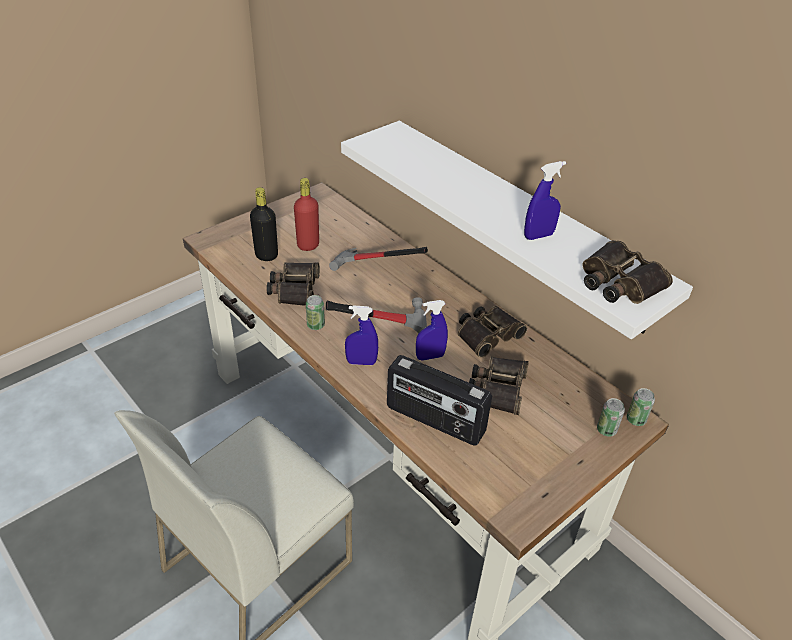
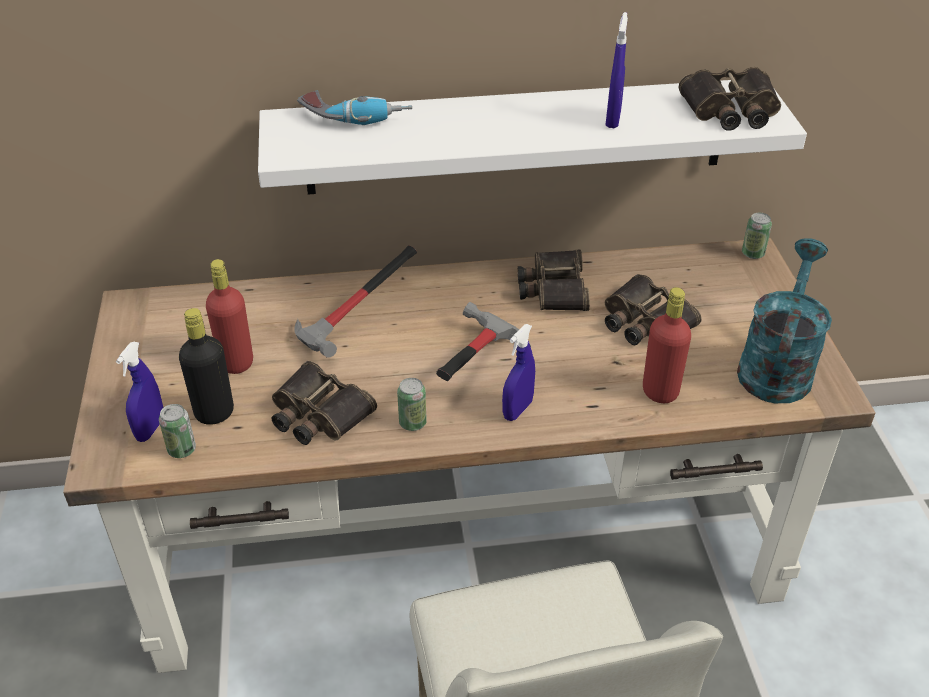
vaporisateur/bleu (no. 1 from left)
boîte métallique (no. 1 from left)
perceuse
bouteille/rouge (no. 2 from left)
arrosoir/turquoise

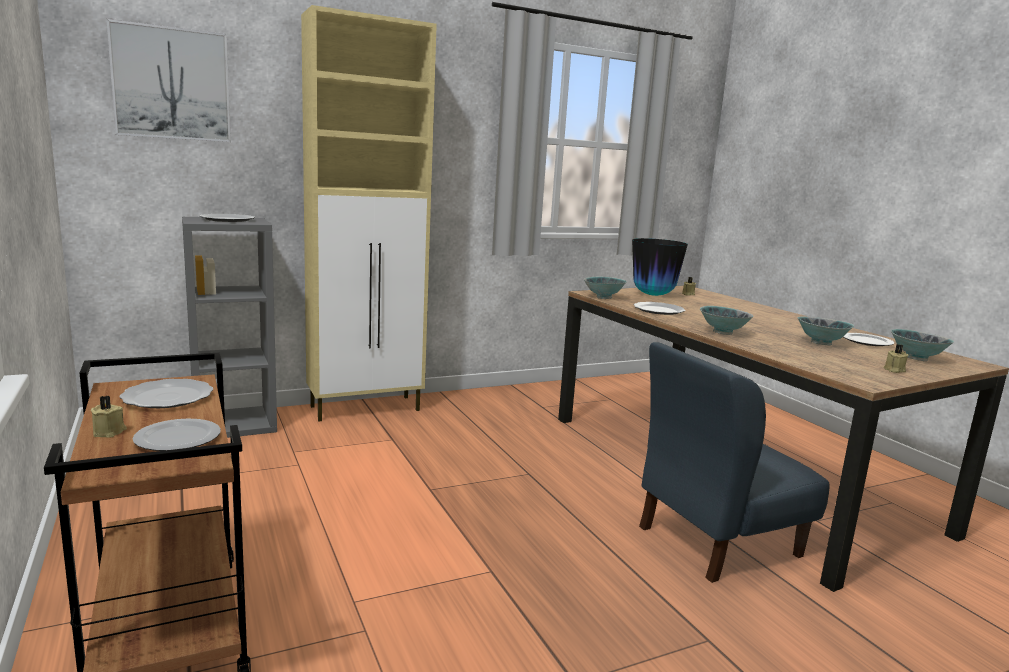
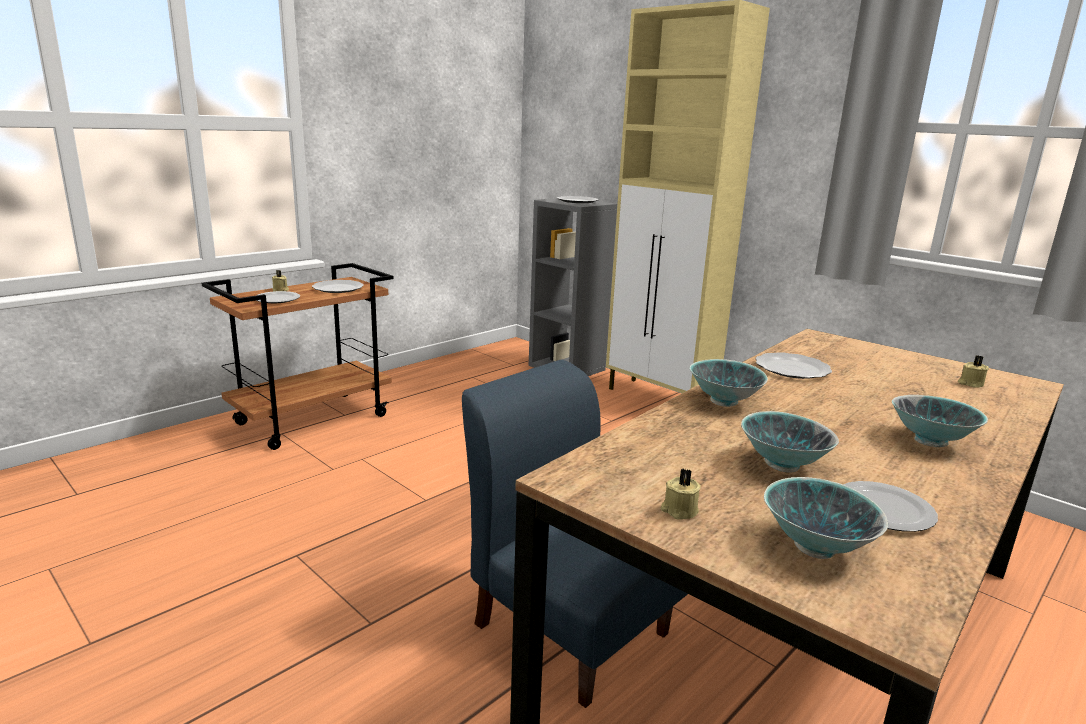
bol (no. 4 from left)
tableau
vase

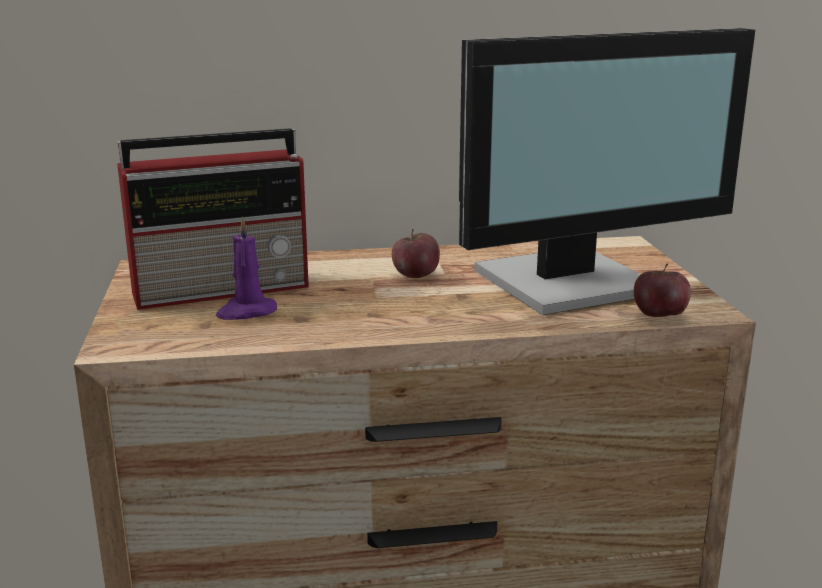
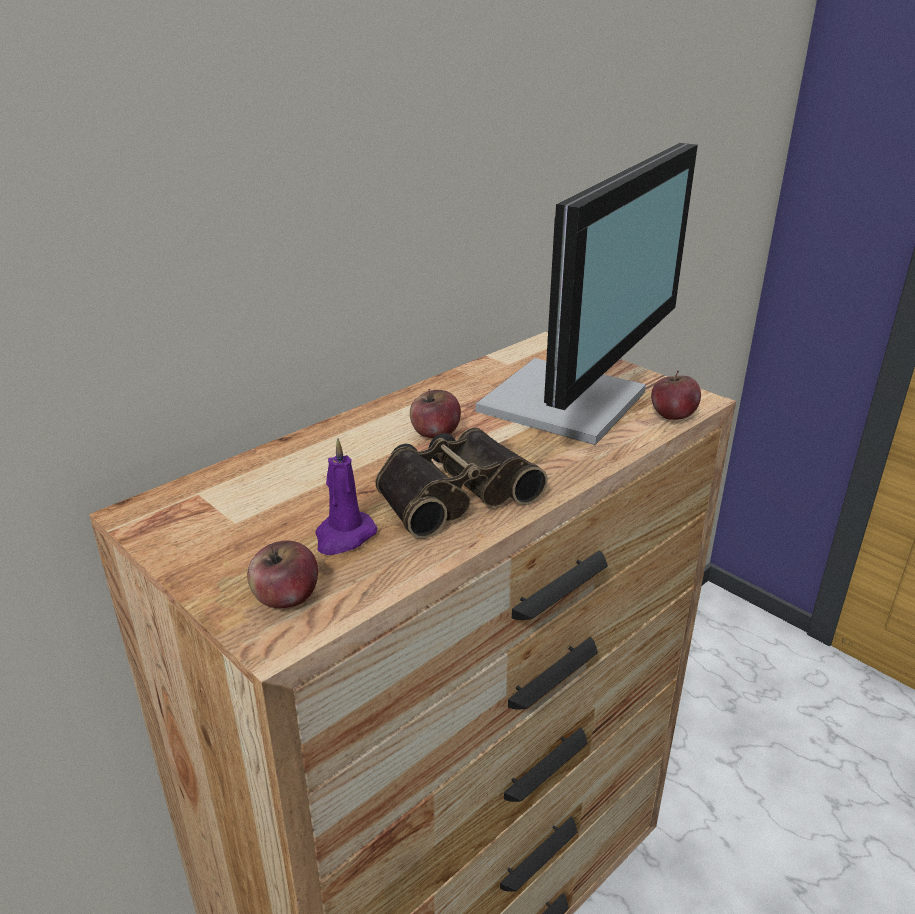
pomme (no. 1 from left)
jumelles
radio

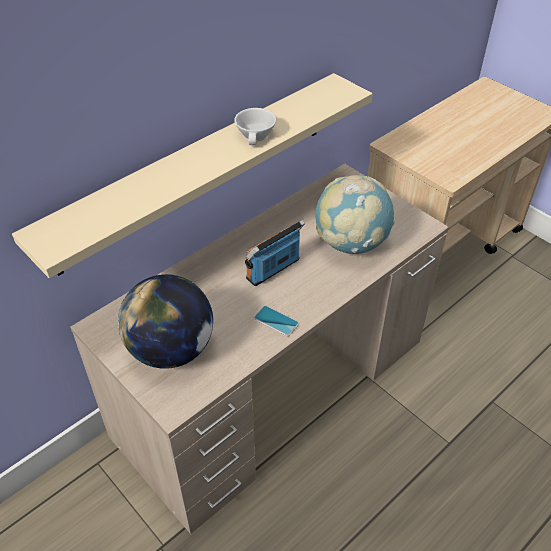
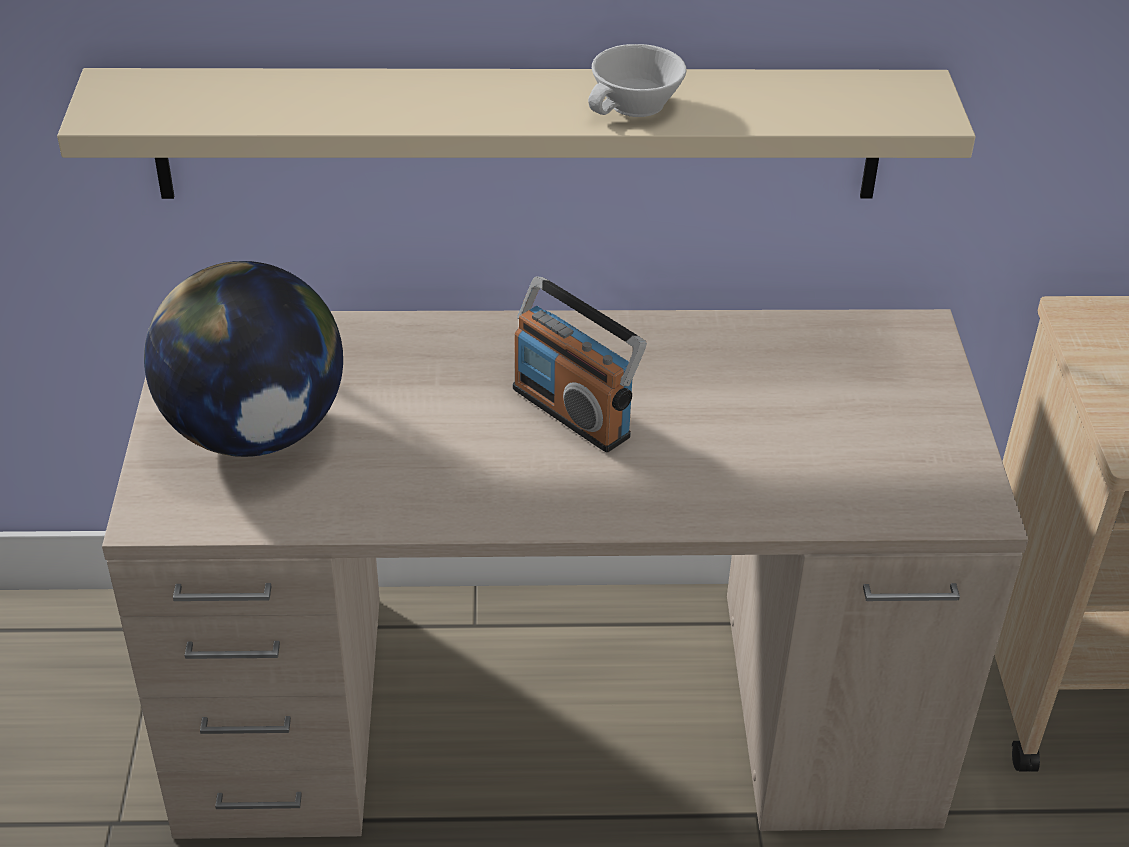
radio
téléphone
globe (no. 2 from left in the first image)

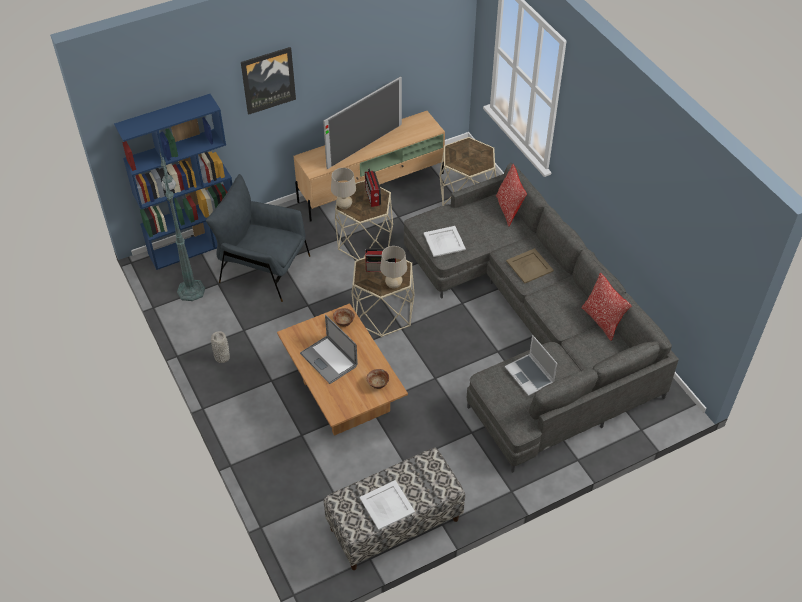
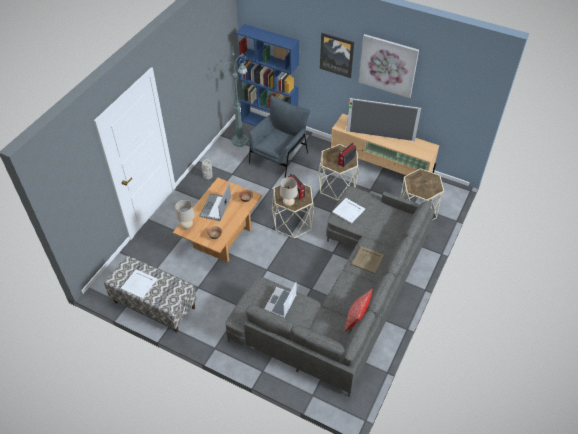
lampe de table/beige (no. 1 from left)
fauteuil/gris
tableau (no. 2 from left)
coussin (no. 1 from left in the first image)

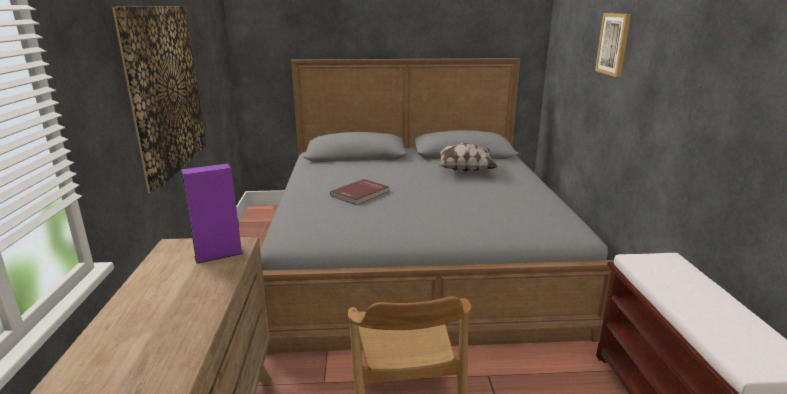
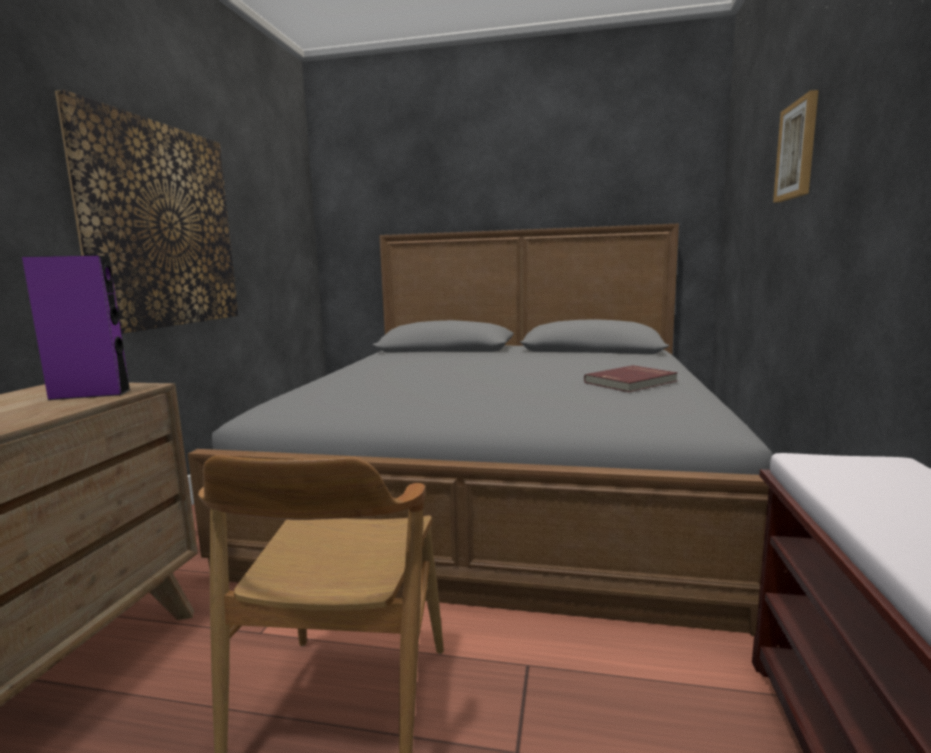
livre/rouge
coussin

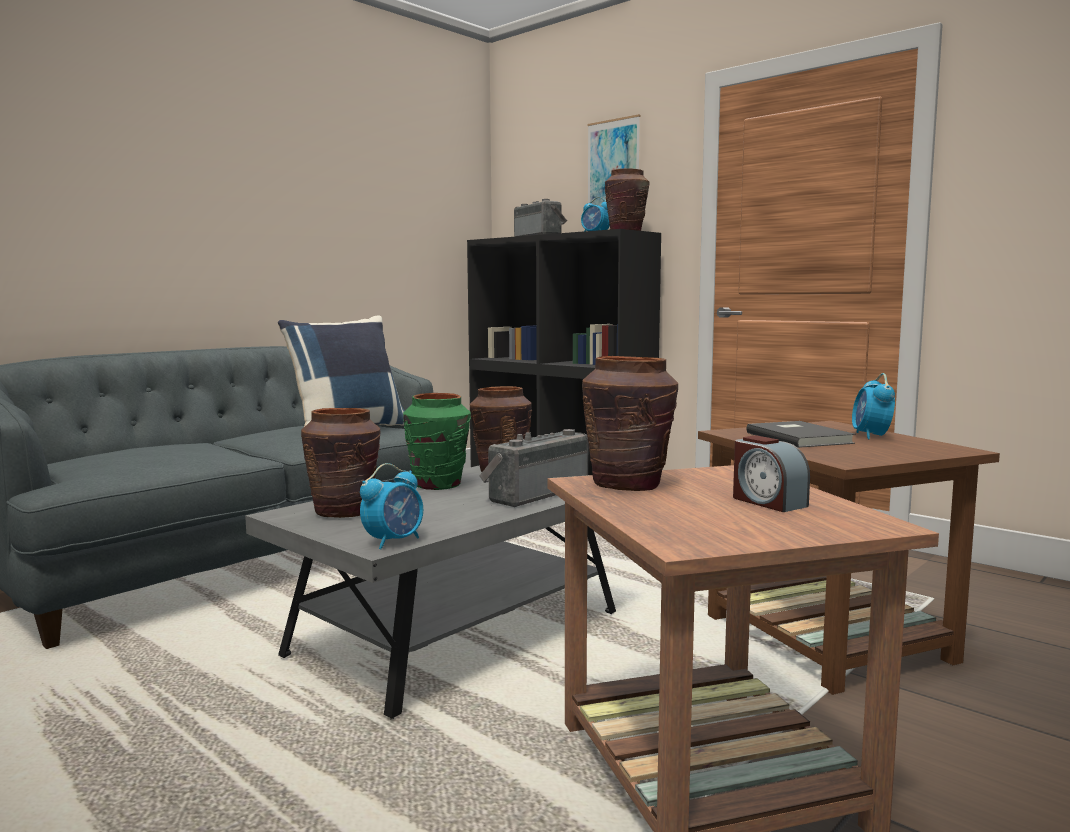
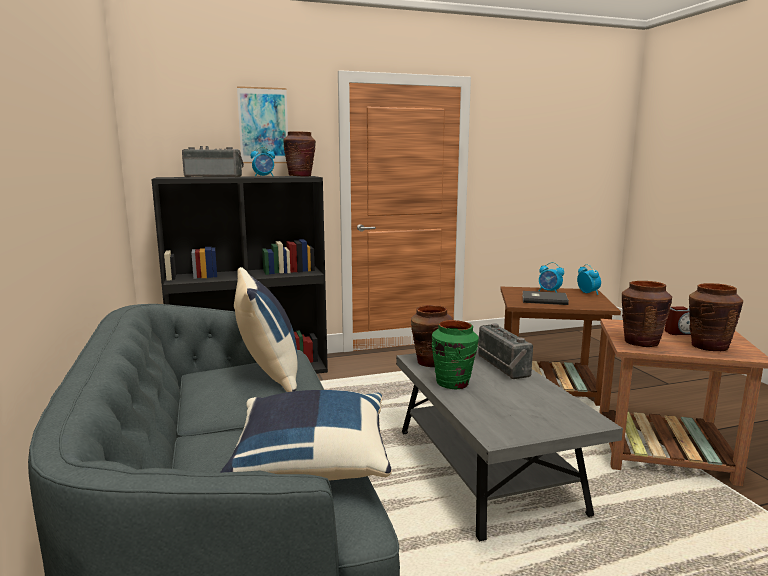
coussin/bleu (no. 2 from left)
réveil (no. 3 from left)
vase/marron (no. 4 from left)

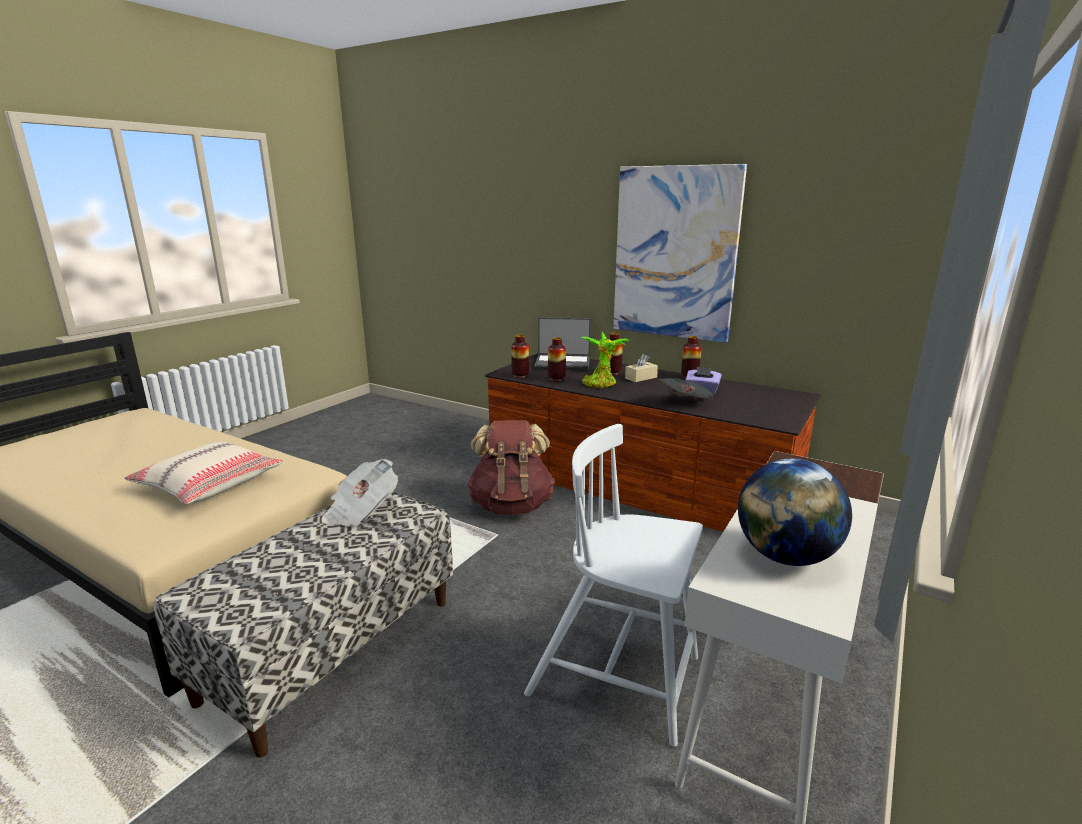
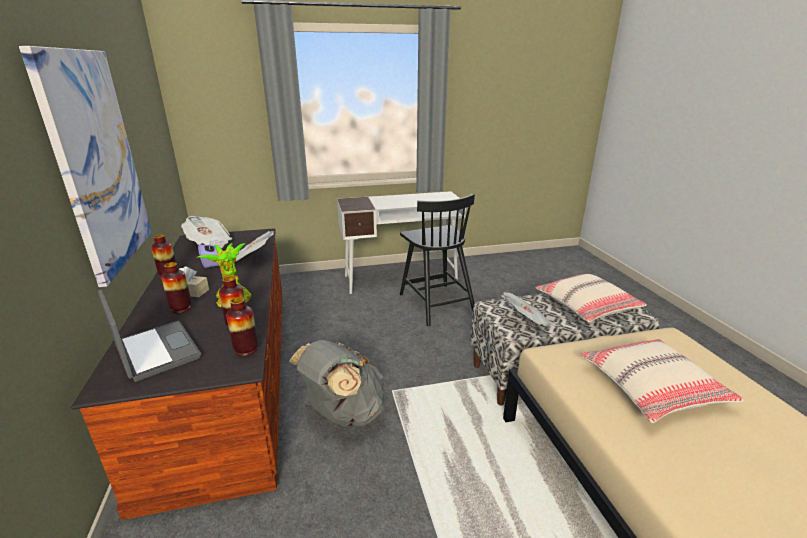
journal (no. 1 from left)
sac à dos/gris
chaise/noir
coussin/beige (no. 1 from left)
globe

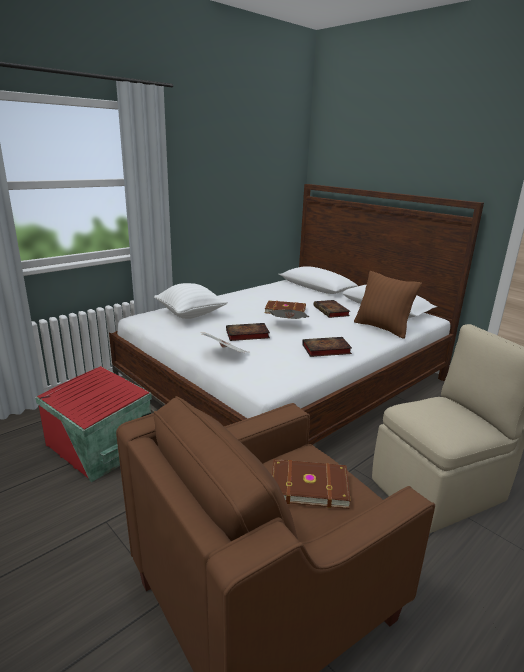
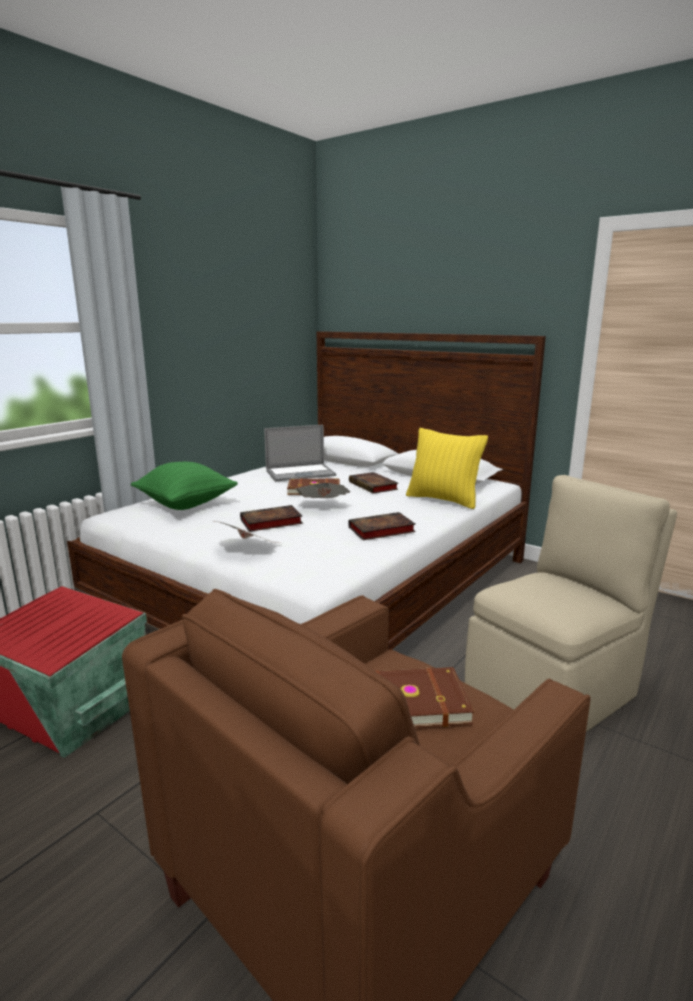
coussin/vert
ordinateur portable
coussin/jaune

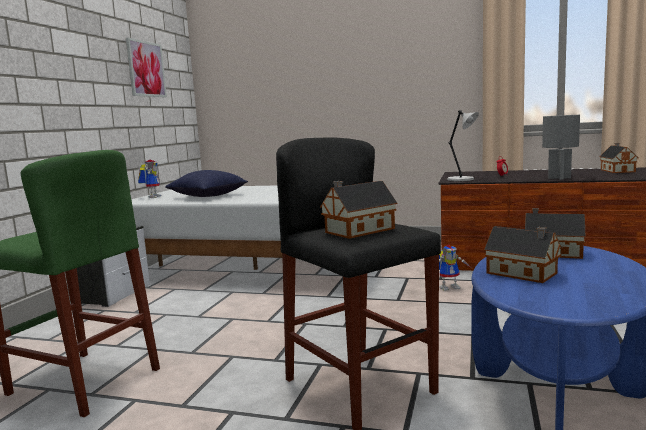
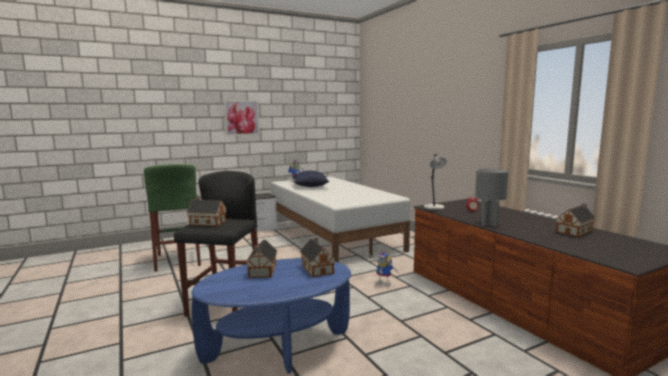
tableau

